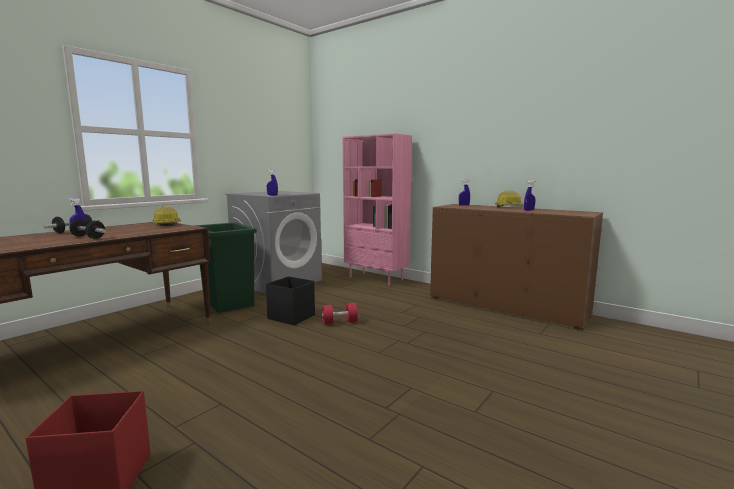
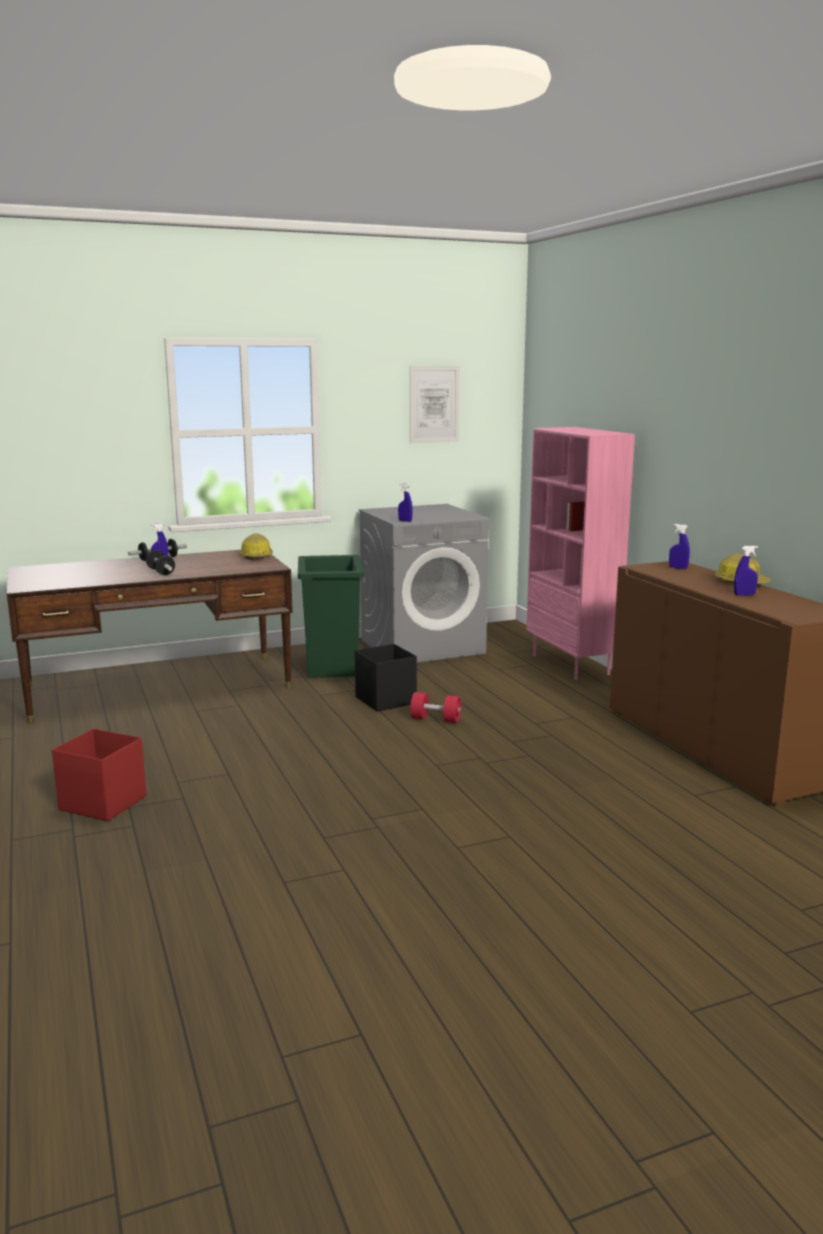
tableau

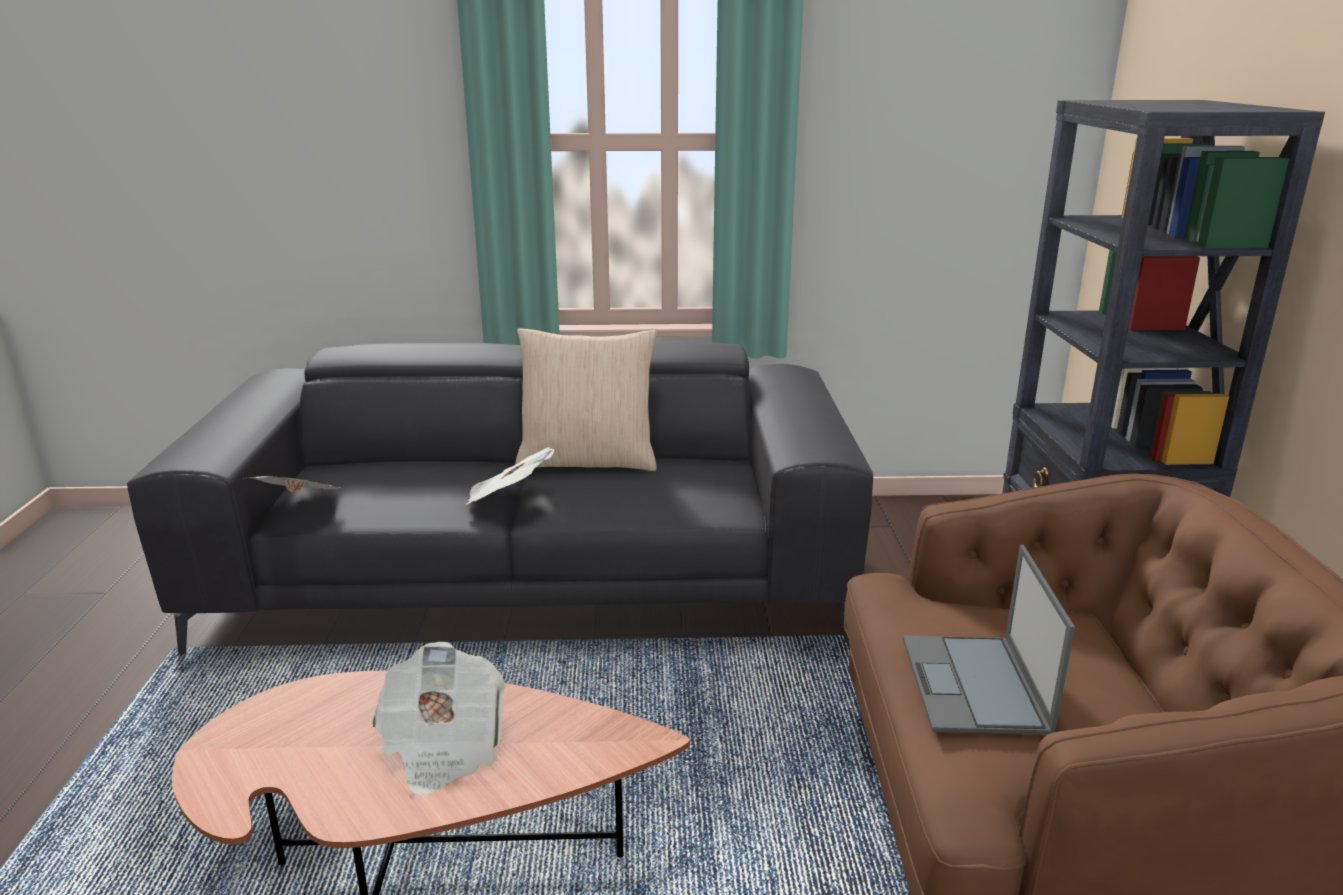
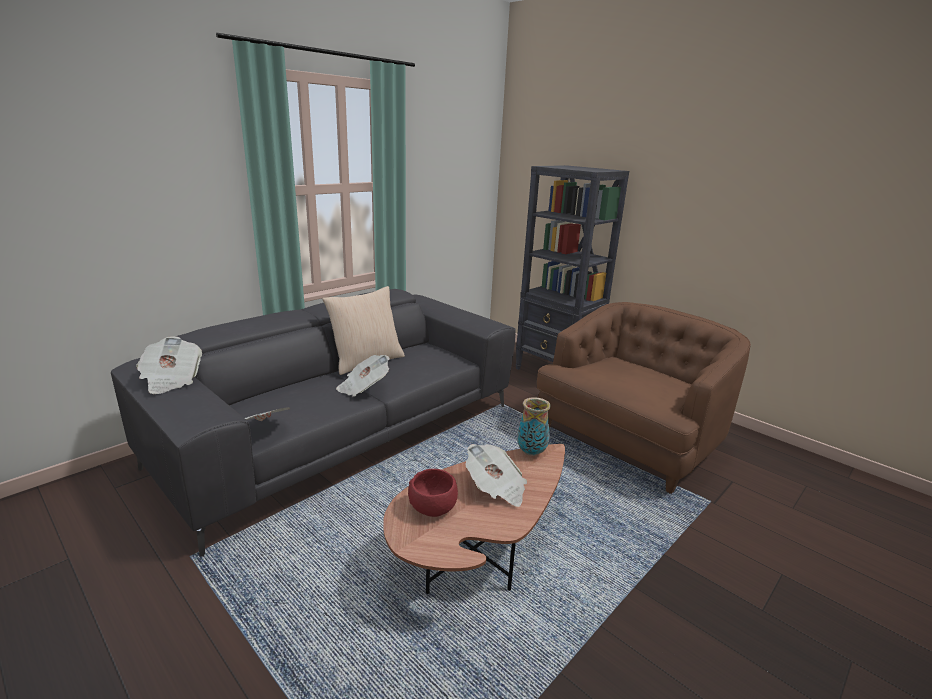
journal (no. 1 from left)
bol/rouge
vase
ordinateur portable

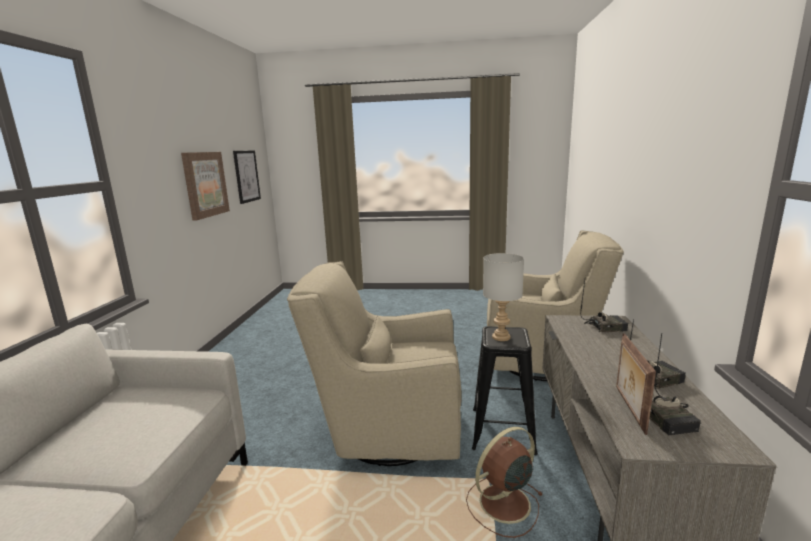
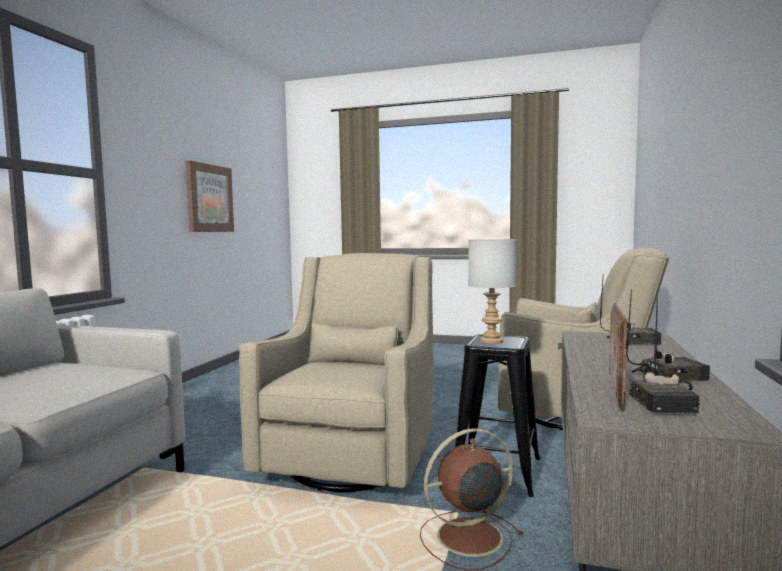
fauteuil/beige (no. 1 from left)
tableau (no. 2 from left in the first image)

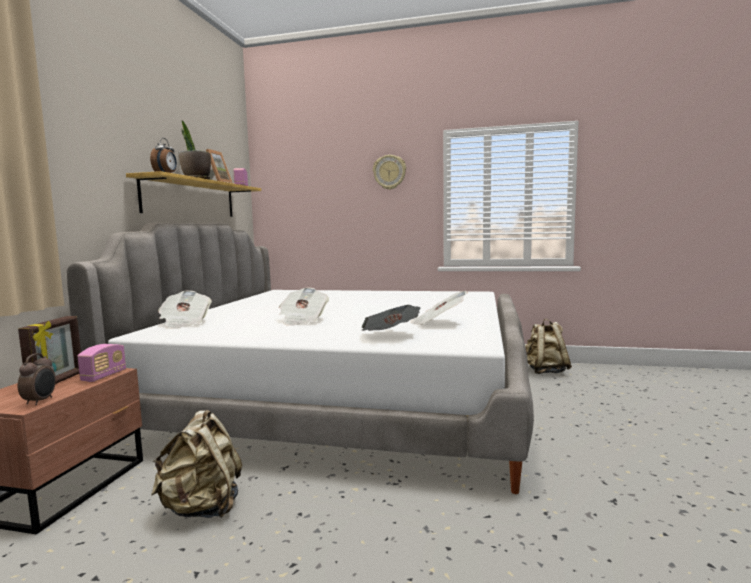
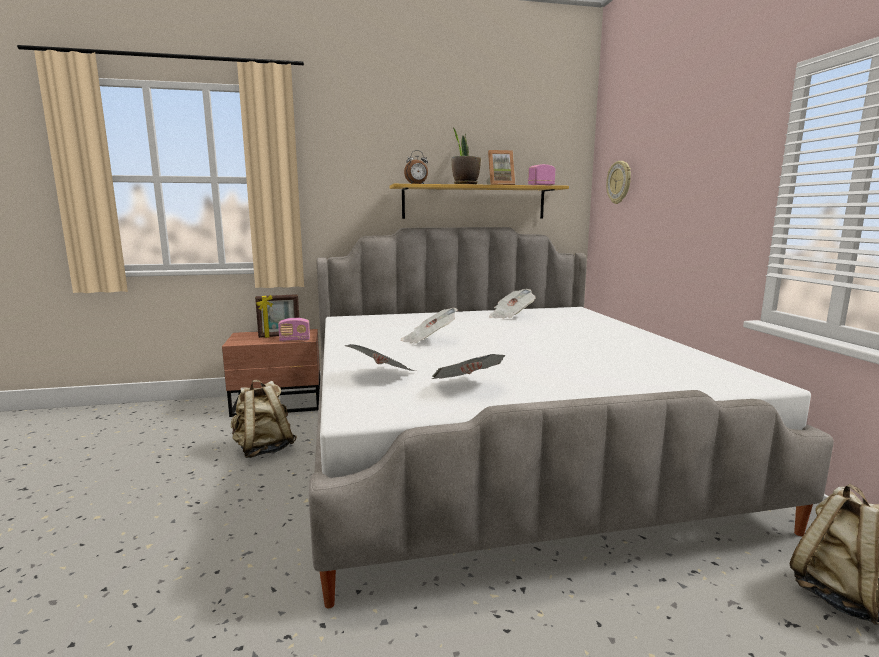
journal (no. 4 from left)
horloge murale
réveil (no. 1 from left in the first image)

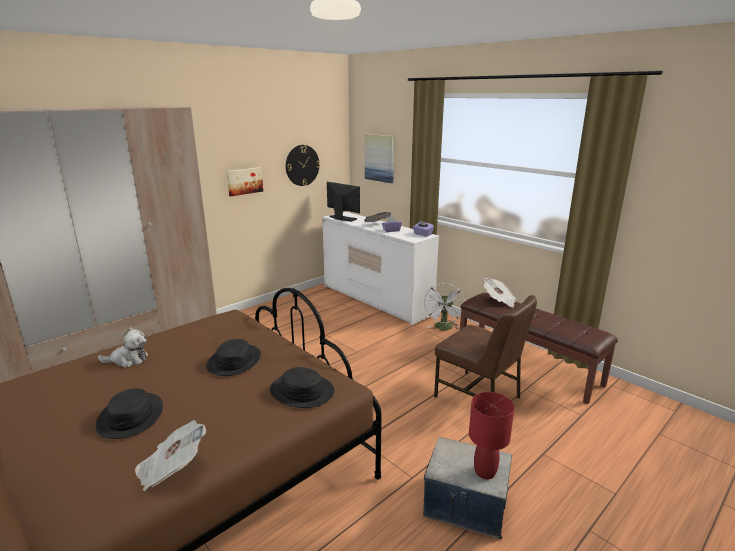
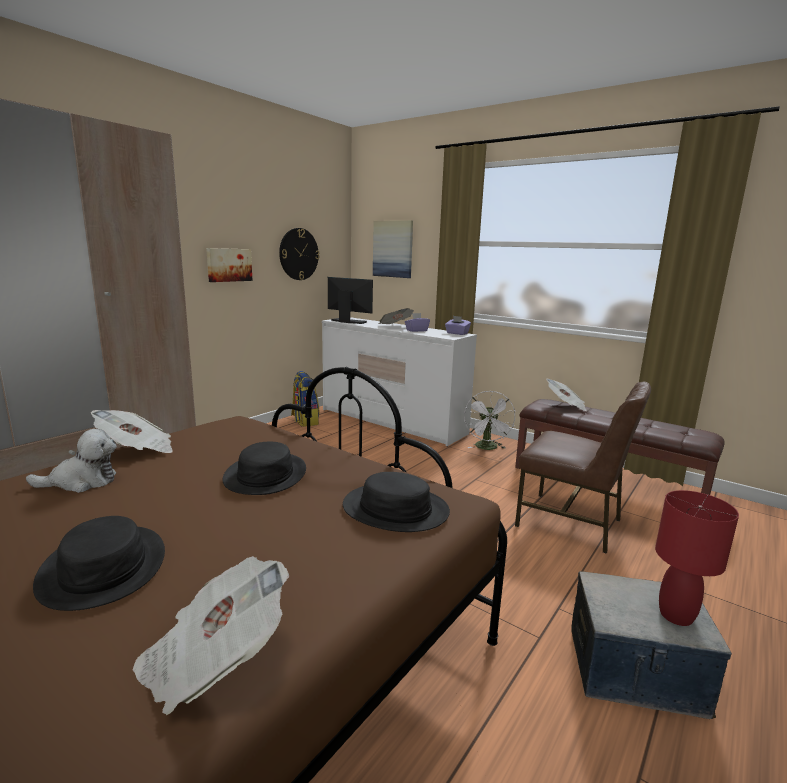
journal (no. 1 from left)
sac à dos

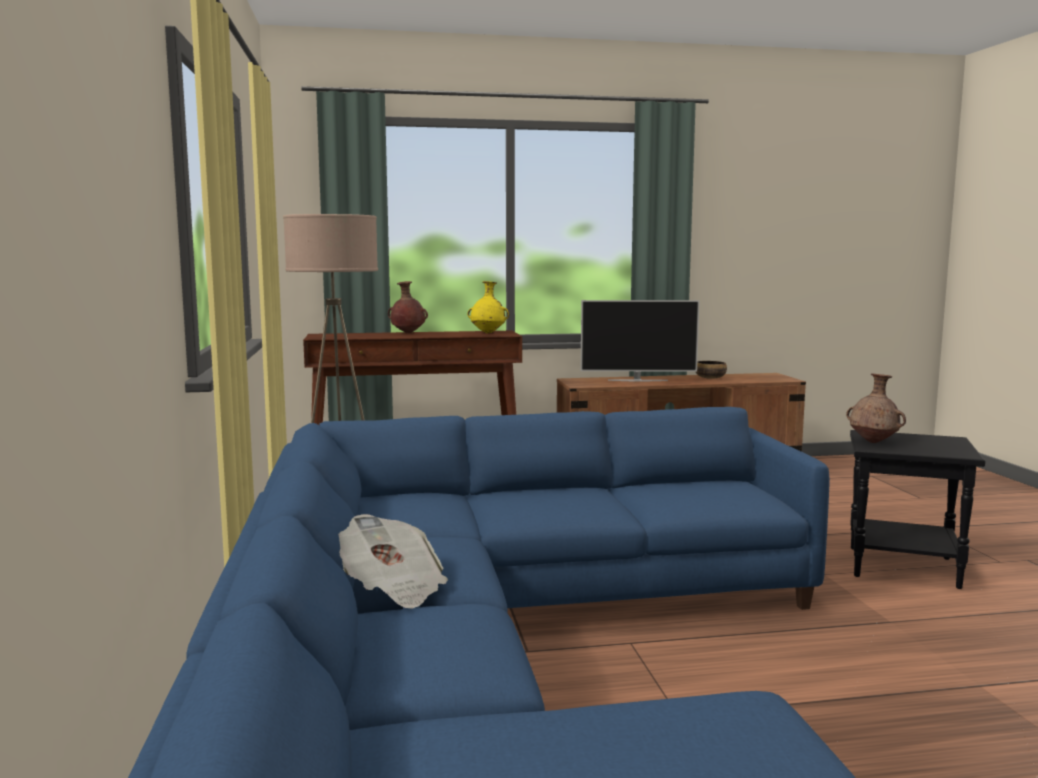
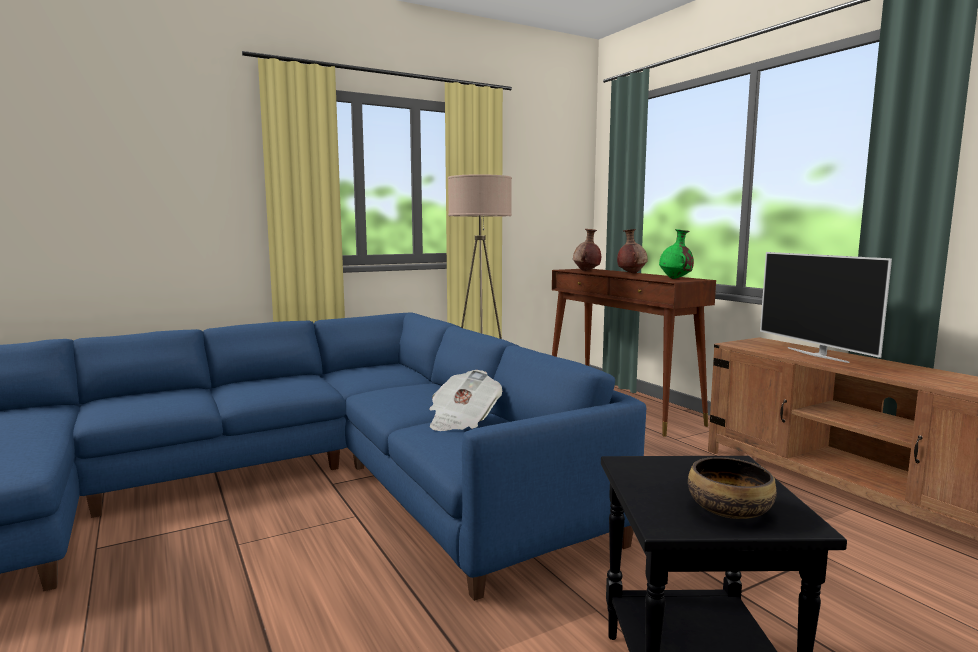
journal
vase/marron (no. 1 from left)
vase/vert
bol

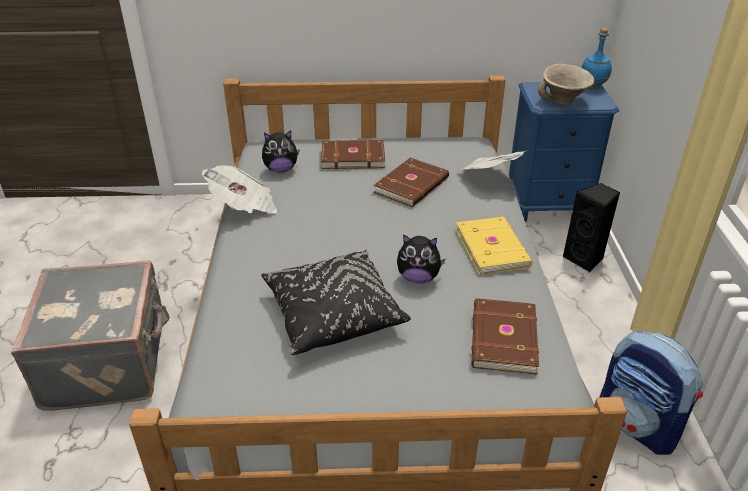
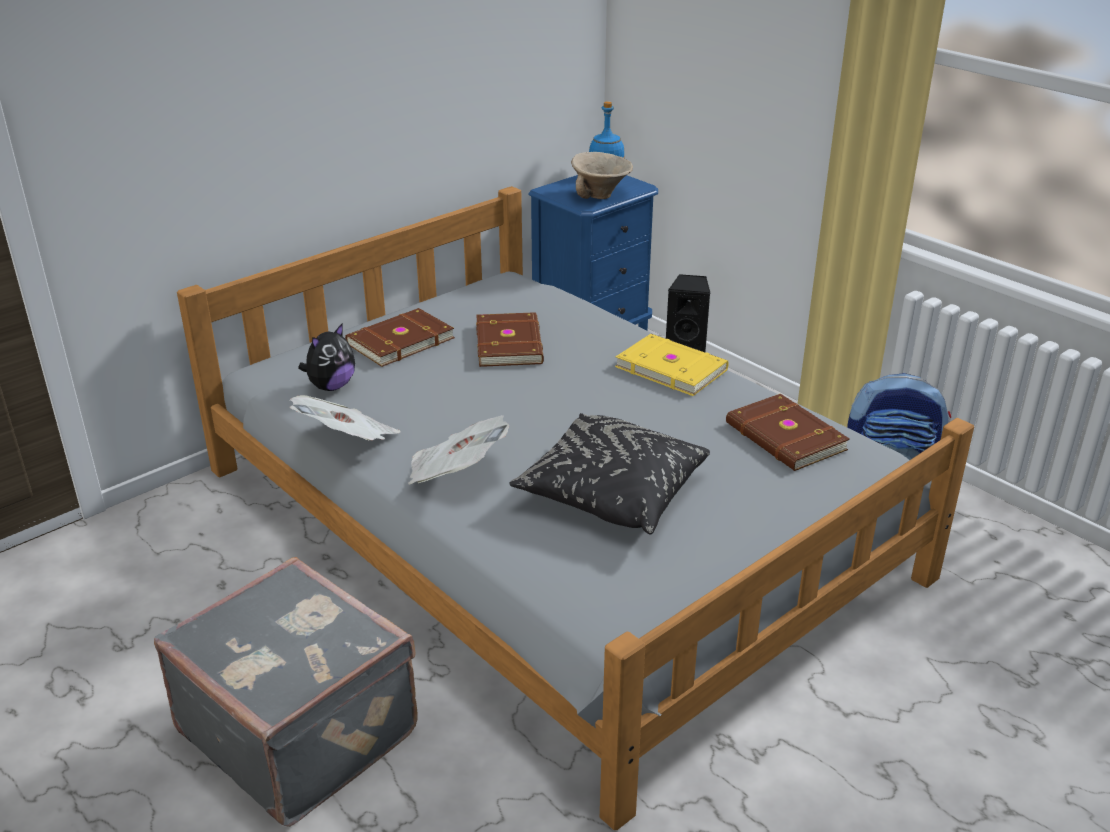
journal (no. 2 from left)
peluche (no. 2 from left in the first image)

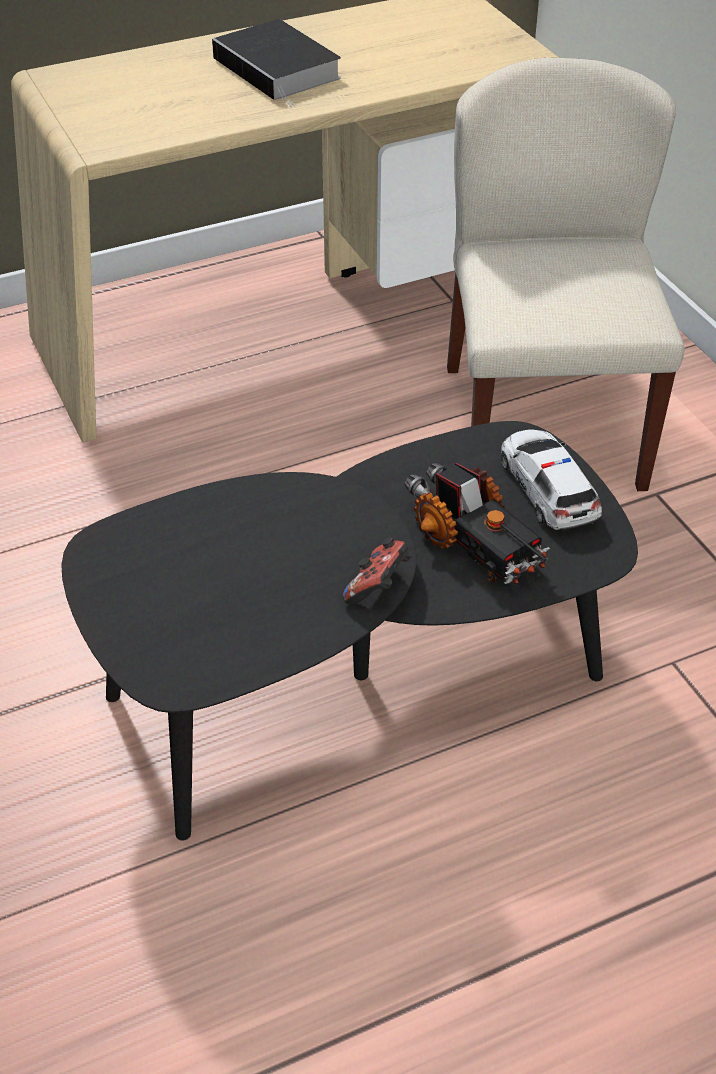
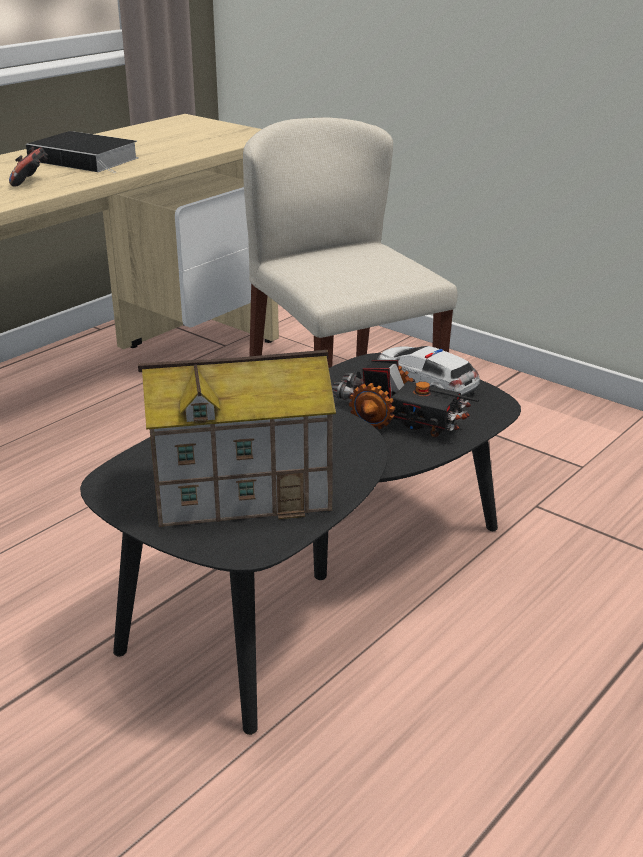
manette
maison miniature

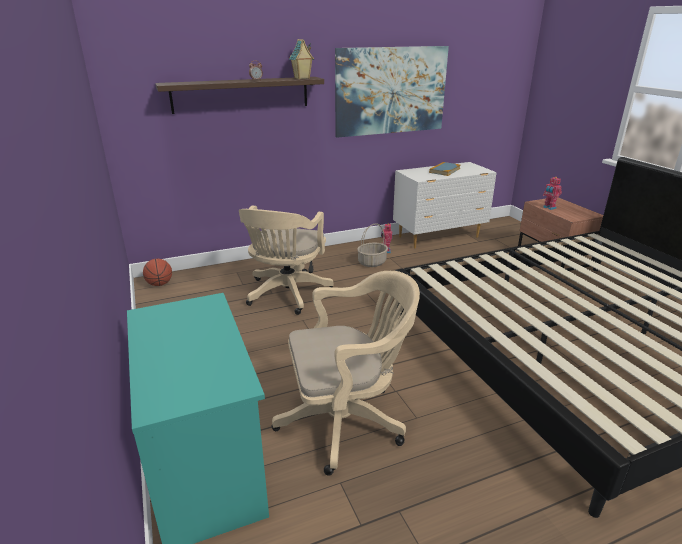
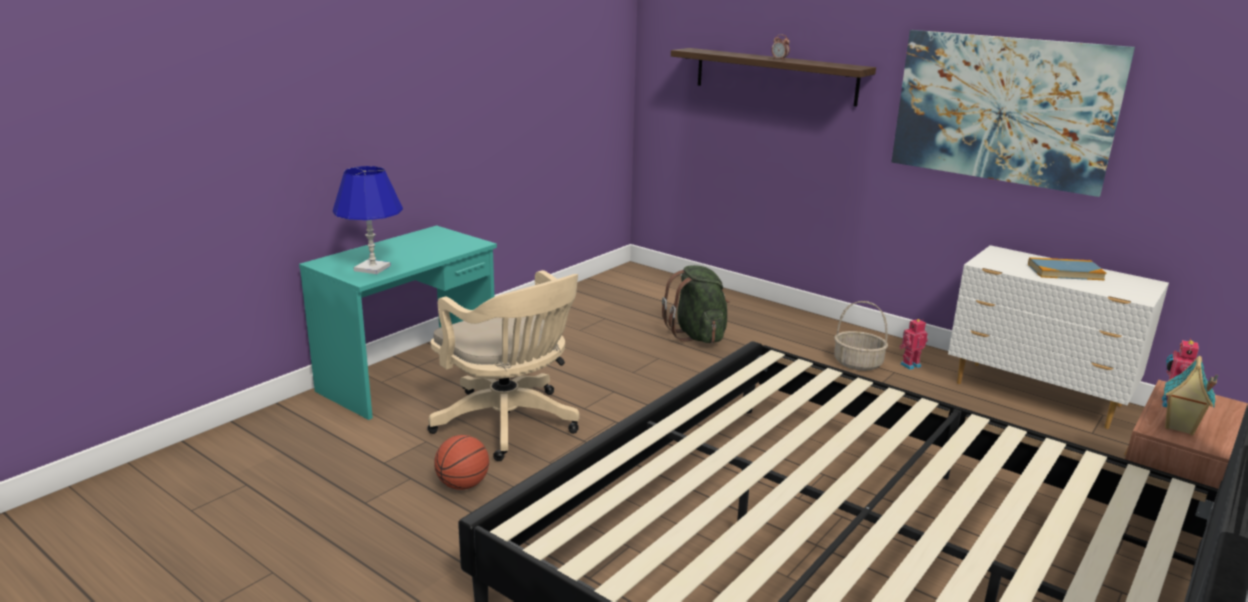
lampe de table/bleu
ballon de basket
sac à dos/vert
maison miniature

